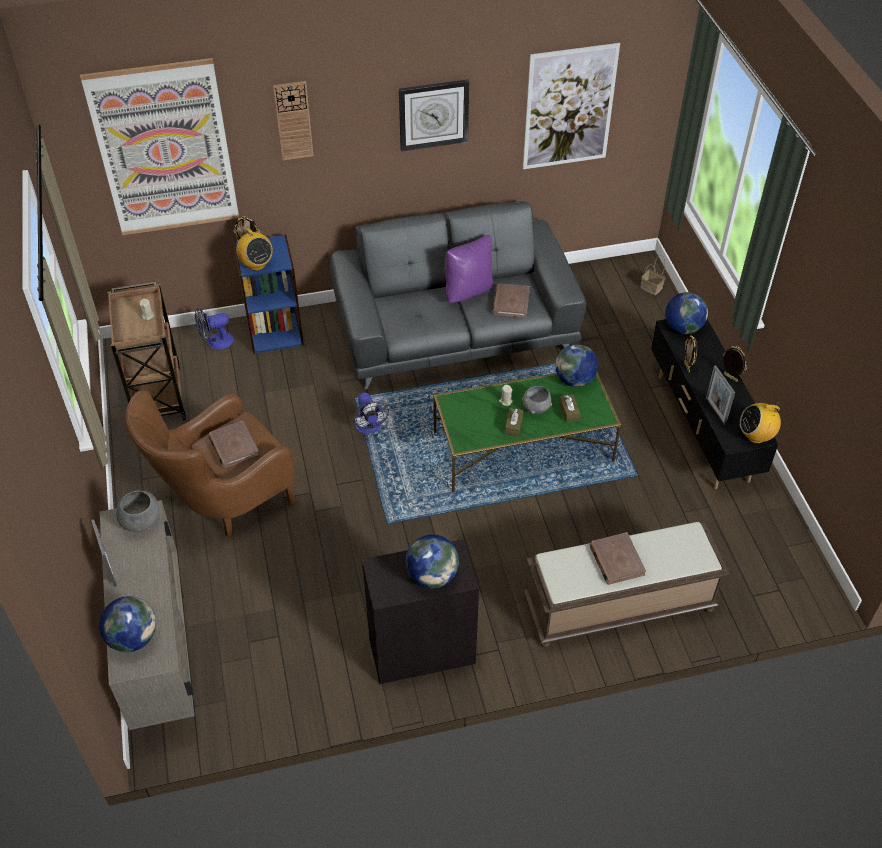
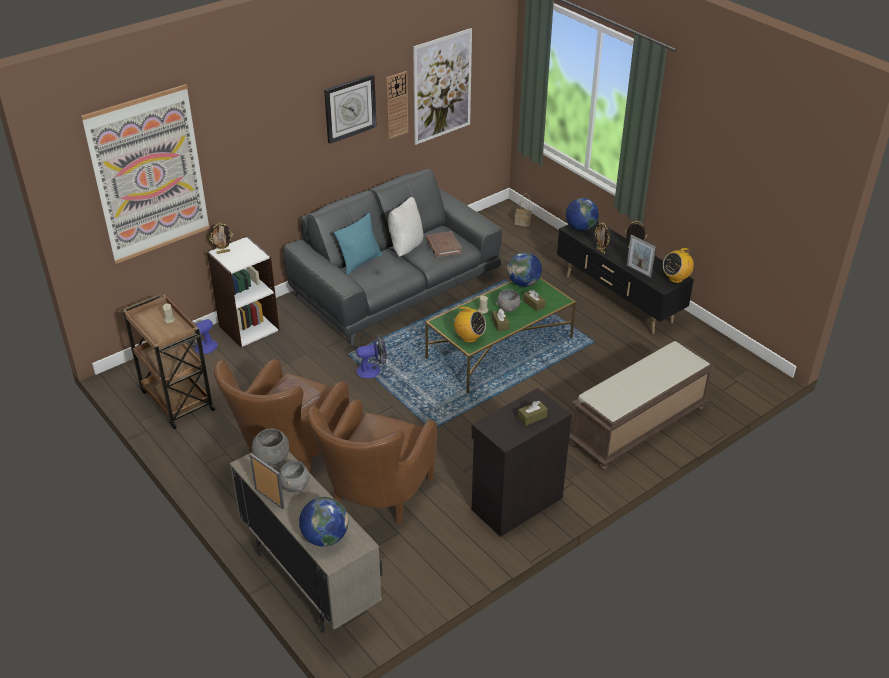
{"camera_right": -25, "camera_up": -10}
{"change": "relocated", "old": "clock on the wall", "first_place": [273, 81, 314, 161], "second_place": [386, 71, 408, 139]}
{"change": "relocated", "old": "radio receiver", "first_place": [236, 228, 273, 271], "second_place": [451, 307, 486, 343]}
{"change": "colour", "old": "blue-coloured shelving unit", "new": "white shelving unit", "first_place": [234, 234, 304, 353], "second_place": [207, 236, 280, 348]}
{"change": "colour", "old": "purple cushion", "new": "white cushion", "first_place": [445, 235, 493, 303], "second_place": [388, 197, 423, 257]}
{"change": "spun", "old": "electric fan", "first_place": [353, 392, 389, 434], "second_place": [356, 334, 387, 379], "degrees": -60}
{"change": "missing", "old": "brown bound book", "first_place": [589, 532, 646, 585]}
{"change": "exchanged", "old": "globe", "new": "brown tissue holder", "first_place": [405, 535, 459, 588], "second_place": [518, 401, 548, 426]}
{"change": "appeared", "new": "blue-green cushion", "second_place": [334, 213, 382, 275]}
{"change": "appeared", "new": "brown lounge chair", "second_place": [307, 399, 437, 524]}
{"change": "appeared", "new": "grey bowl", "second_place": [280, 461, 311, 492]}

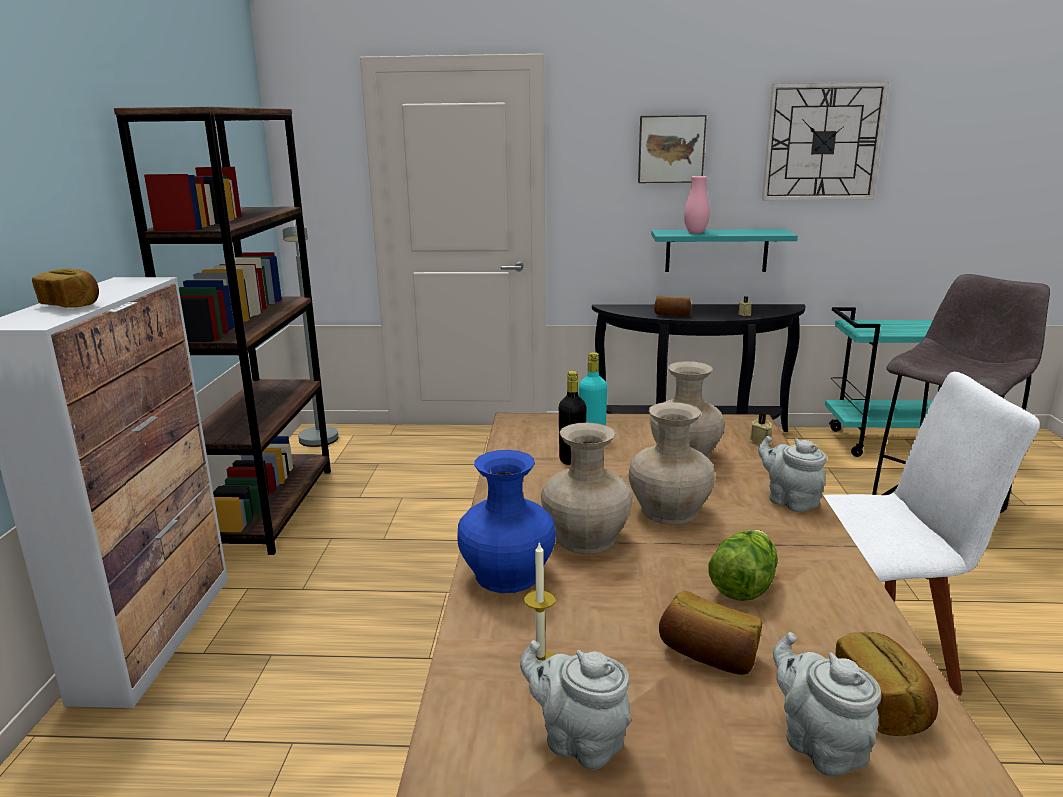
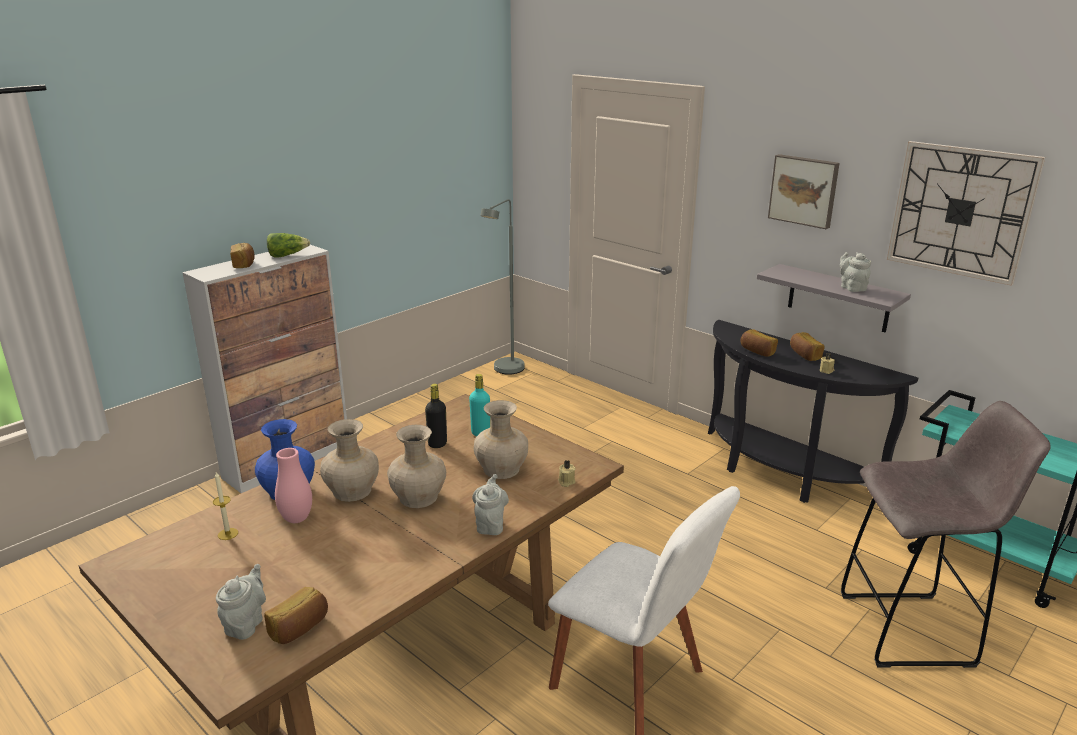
{"camera_right": 40, "camera_up": 5}
{"change": "missing", "old": "brown shelving unit", "first_place": [114, 107, 331, 555]}
{"change": "relocated", "old": "pink vase", "first_place": [684, 176, 710, 234], "second_place": [275, 448, 312, 523]}
{"change": "colour", "old": "blue-green wall shelf", "new": "grey wall shelf", "first_place": [651, 229, 798, 272], "second_place": [757, 264, 911, 333]}
{"change": "relocated", "old": "lettuce head", "first_place": [708, 530, 778, 601], "second_place": [267, 233, 310, 258]}
{"change": "relocated", "old": "bread", "first_place": [659, 591, 762, 675], "second_place": [790, 332, 825, 361]}
{"change": "relocated", "old": "grey tea pot", "first_place": [520, 640, 631, 770], "second_place": [840, 252, 871, 292]}

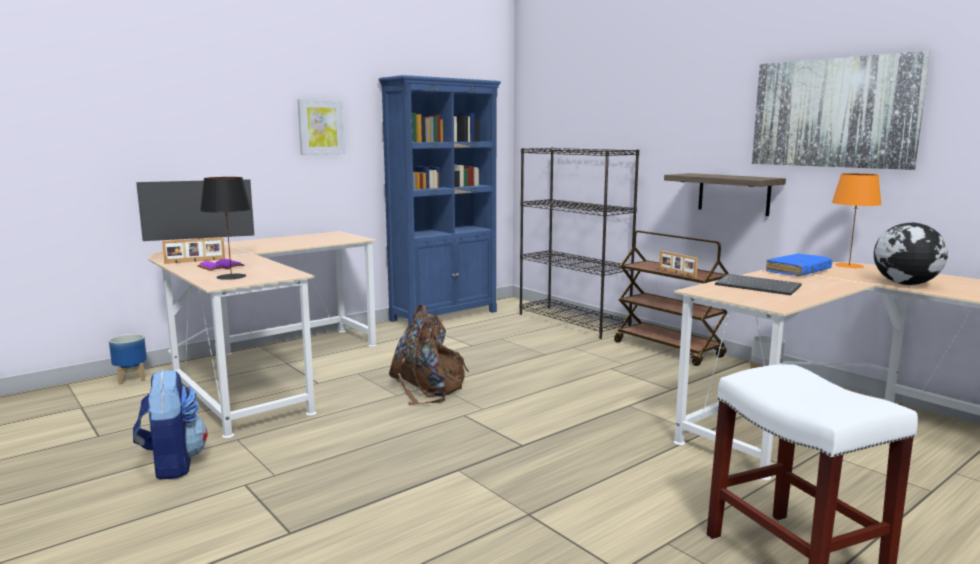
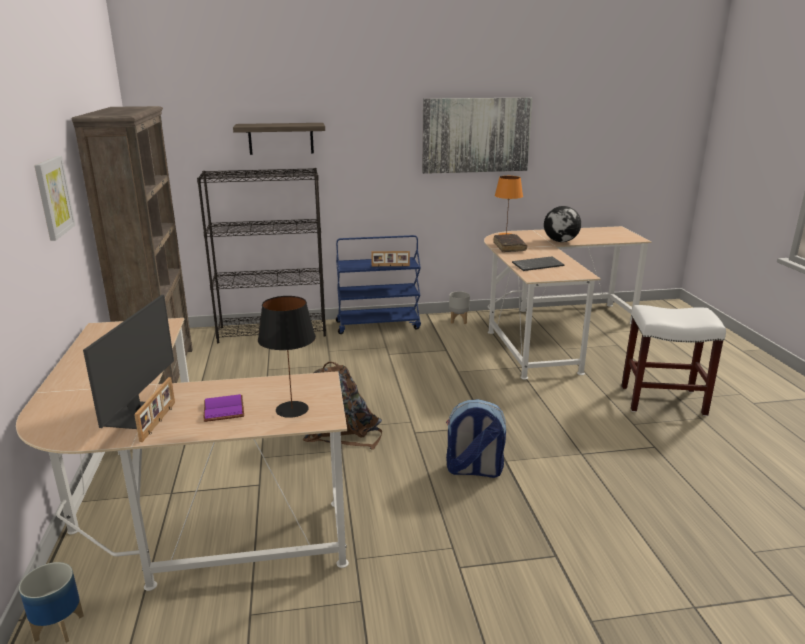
{"camera_right": -60, "camera_up": 10}
{"change": "colour", "old": "blue-coloured shelving unit", "new": "brown shelving unit", "first_place": [378, 75, 501, 326], "second_place": [72, 106, 193, 384]}
{"change": "relocated", "old": "wall shelf", "first_place": [664, 173, 786, 216], "second_place": [233, 123, 325, 155]}
{"change": "colour", "old": "brown cart", "new": "blue-coloured cart", "first_place": [614, 231, 729, 366], "second_place": [336, 235, 421, 334]}
{"change": "colour", "old": "blue-coloured bound book", "new": "brown bound book", "first_place": [766, 253, 833, 276], "second_place": [493, 234, 527, 252]}
{"change": "relocated", "old": "backpack", "first_place": [133, 369, 207, 479], "second_place": [446, 399, 506, 478]}

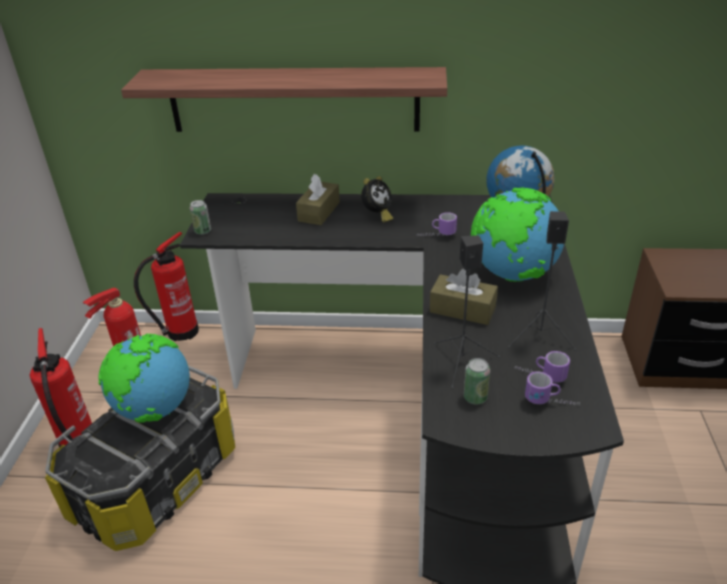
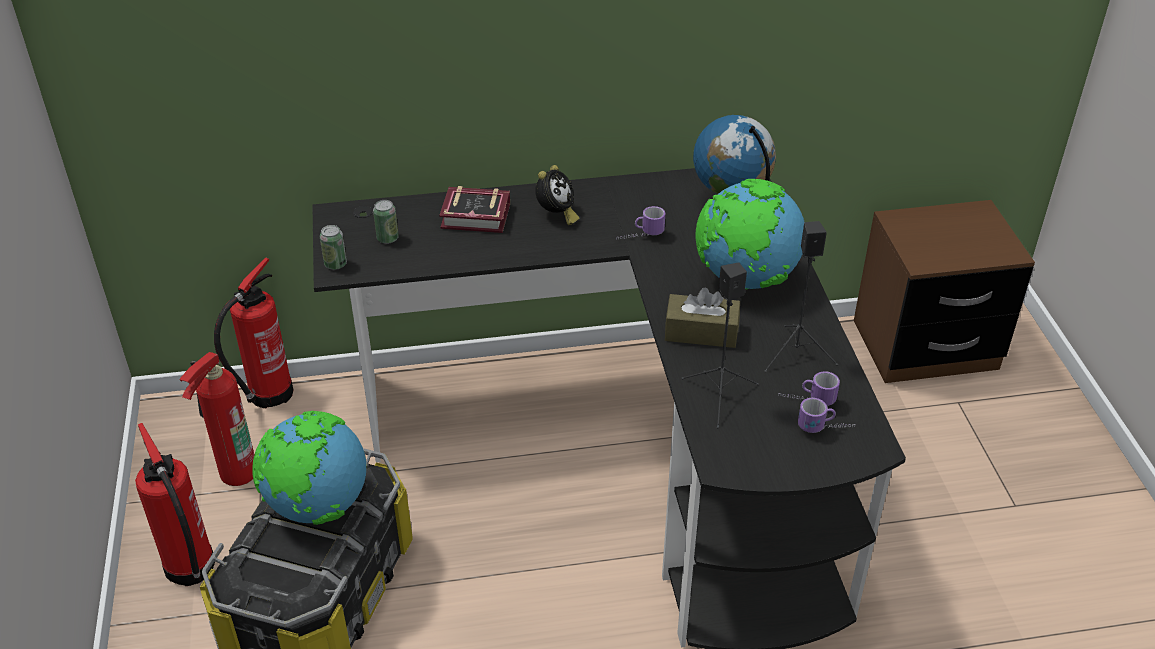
{"camera_right": -15, "camera_up": 5}
{"change": "missing", "old": "wall shelf", "first_place": [121, 67, 447, 132]}
{"change": "exchanged", "old": "brown tissue holder", "new": "bound book", "first_place": [296, 174, 340, 225], "second_place": [439, 186, 510, 233]}
{"change": "relocated", "old": "metal can", "first_place": [464, 358, 490, 404], "second_place": [373, 200, 399, 244]}

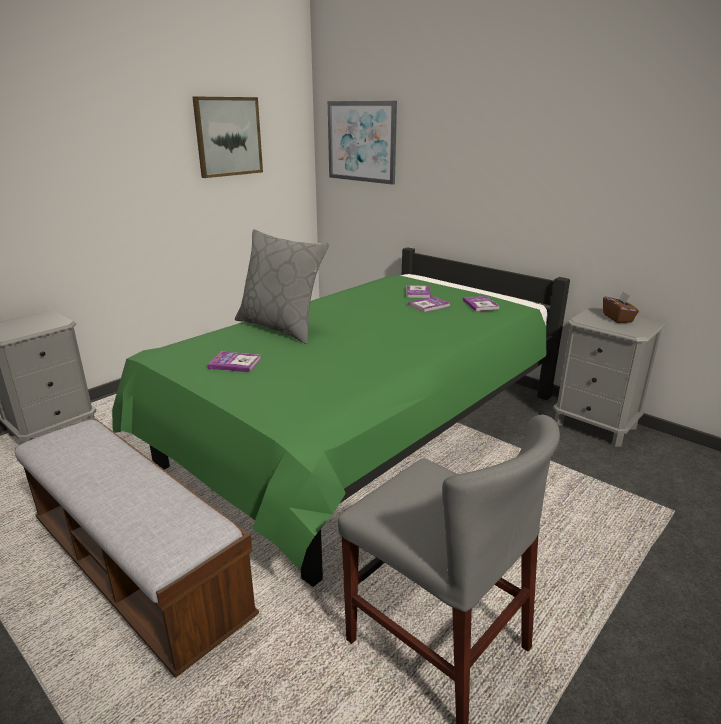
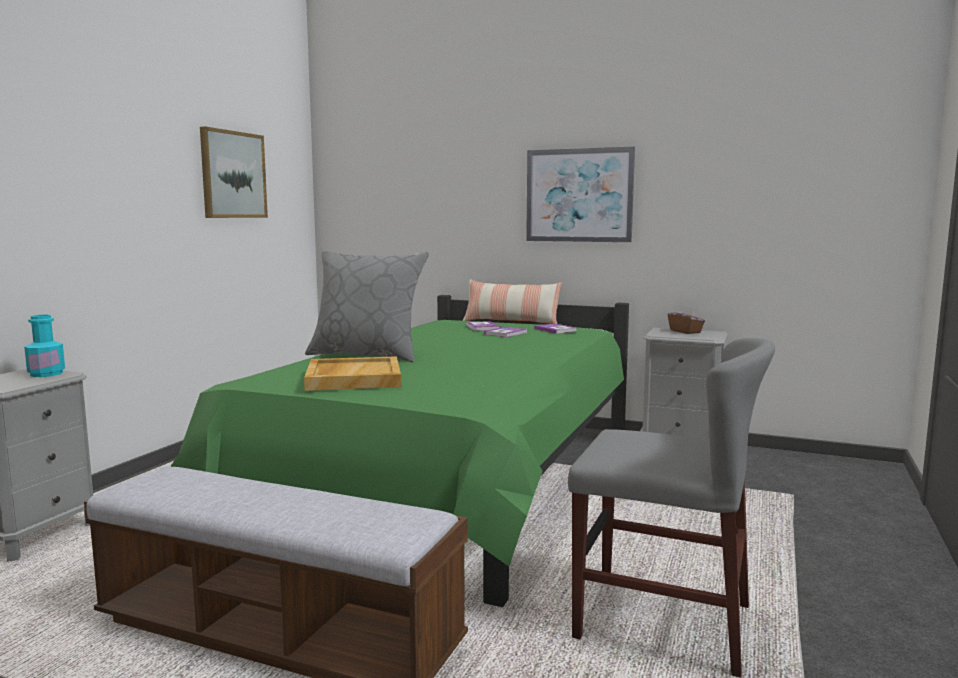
{"camera_right": -20, "camera_up": -15}
{"change": "relocated", "old": "wall picture", "first_place": [328, 101, 397, 185], "second_place": [526, 146, 635, 242]}
{"change": "exchanged", "old": "bound book", "new": "beige tray", "first_place": [207, 352, 261, 372], "second_place": [304, 356, 401, 391]}
{"change": "appeared", "new": "cushion", "second_place": [463, 279, 562, 324]}
{"change": "appeared", "new": "blue-green drink bottle", "second_place": [24, 314, 65, 377]}

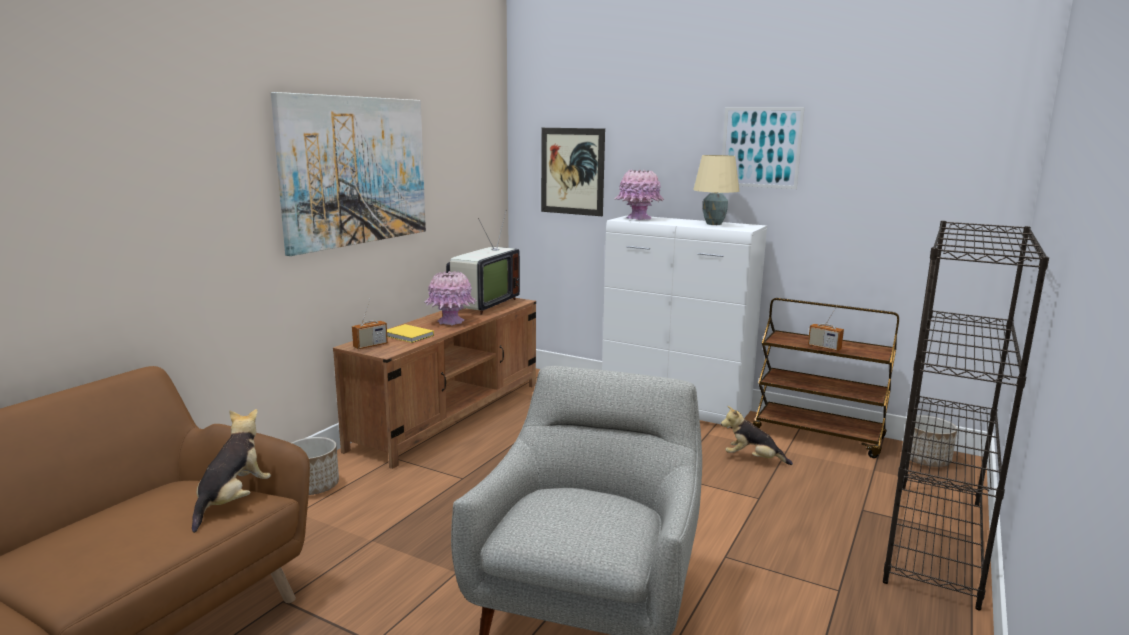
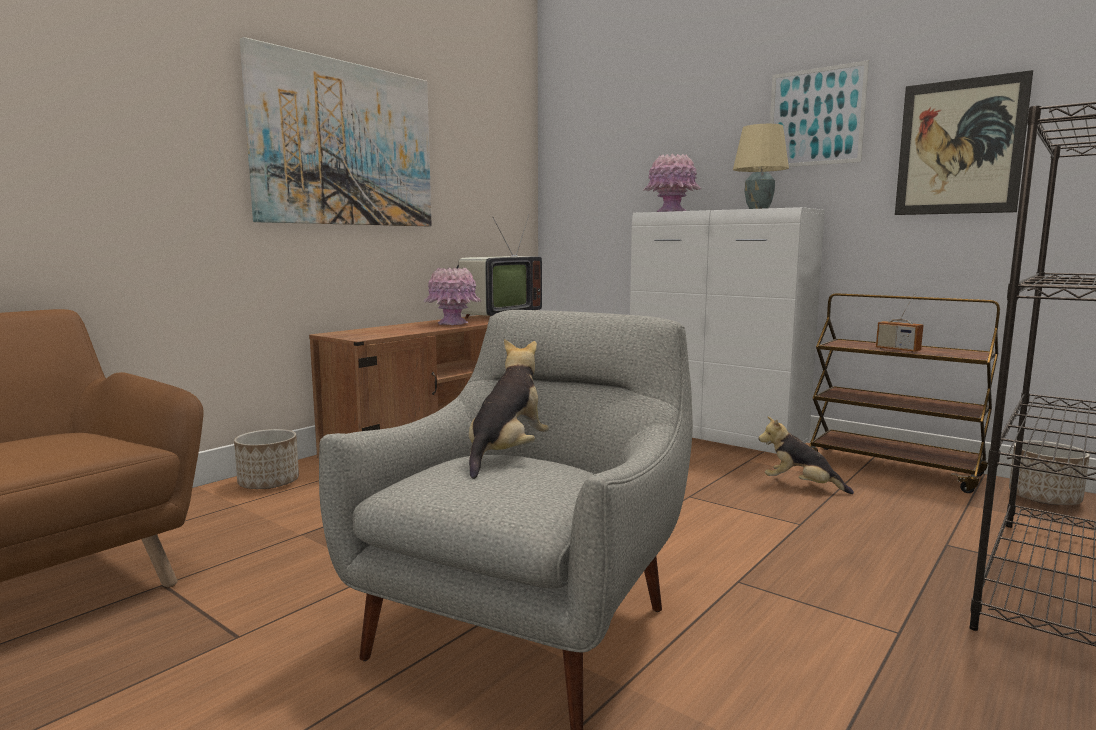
{"camera_right": 10, "camera_up": -5}
{"change": "relocated", "old": "wall picture", "first_place": [541, 128, 605, 216], "second_place": [895, 70, 1033, 215]}
{"change": "missing", "old": "radio receiver", "first_place": [352, 299, 388, 349]}
{"change": "missing", "old": "yellowish bound book", "first_place": [387, 324, 434, 343]}
{"change": "relocated", "old": "plush toy", "first_place": [192, 409, 271, 533], "second_place": [469, 339, 549, 479]}

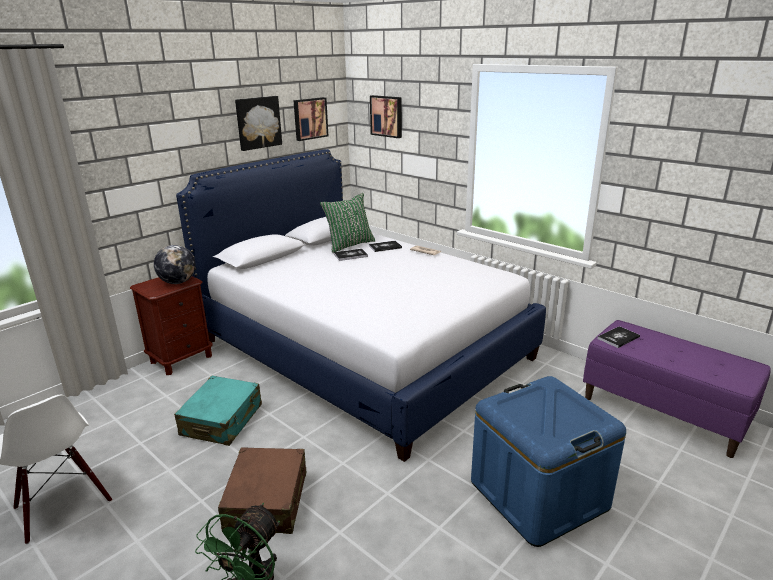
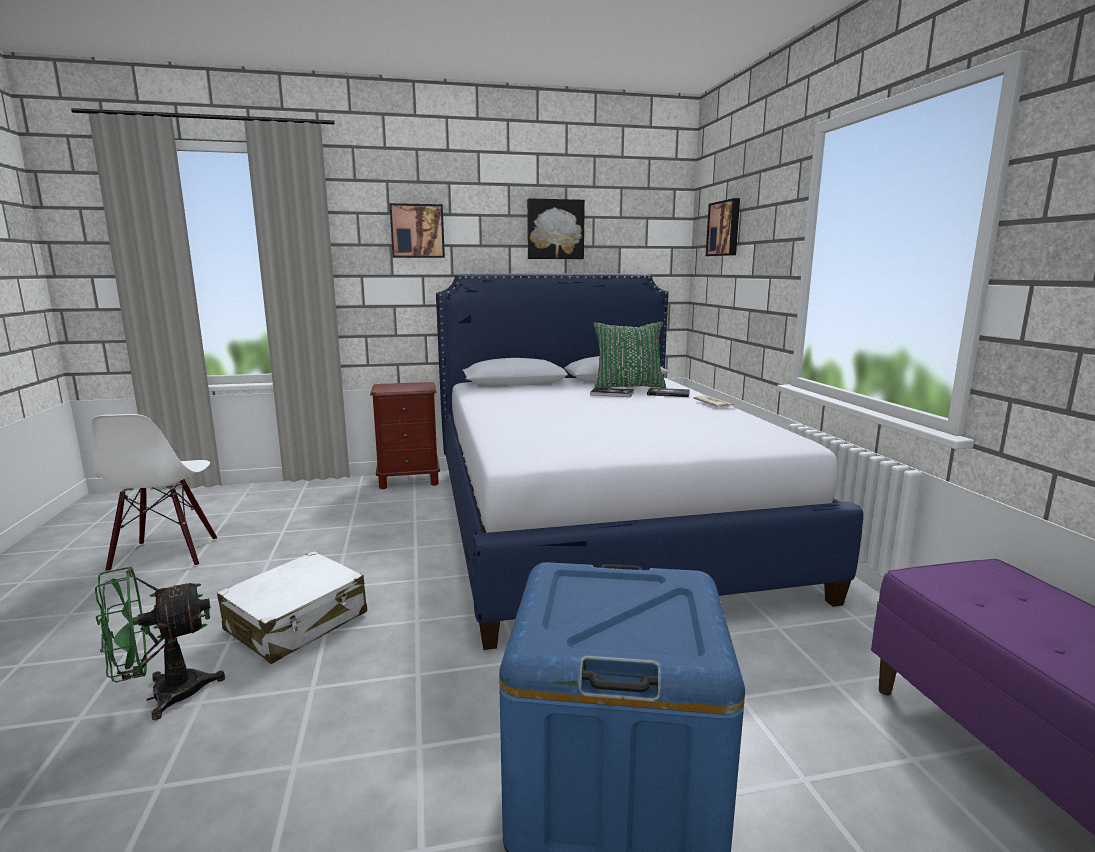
{"camera_right": 35, "camera_up": -10}
{"change": "relocated", "old": "wall picture", "first_place": [293, 97, 328, 141], "second_place": [389, 203, 445, 258]}
{"change": "missing", "old": "globe", "first_place": [154, 245, 196, 284]}
{"change": "missing", "old": "bound book", "first_place": [597, 326, 640, 348]}
{"change": "missing", "old": "blue-green travel case", "first_place": [174, 376, 262, 446]}
{"change": "colour", "old": "brown travel case", "new": "white travel case", "first_place": [218, 448, 306, 534], "second_place": [217, 551, 367, 664]}

